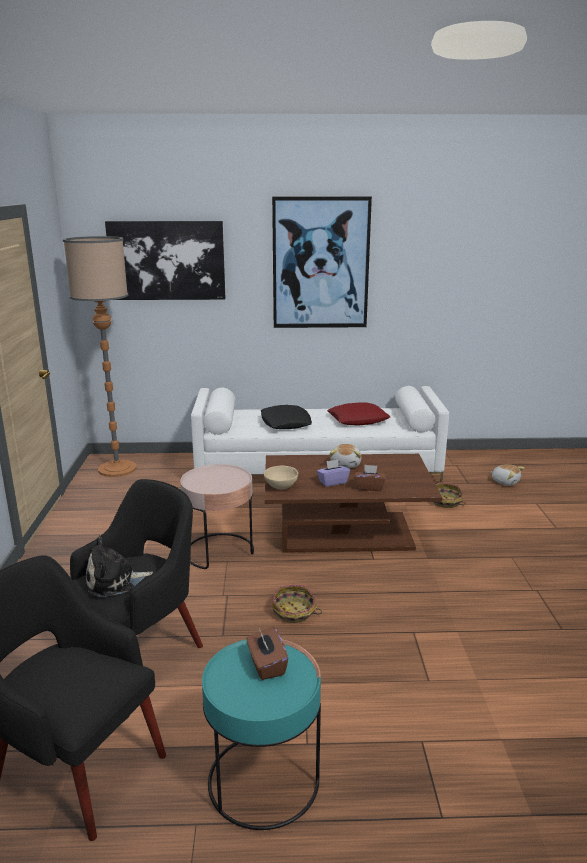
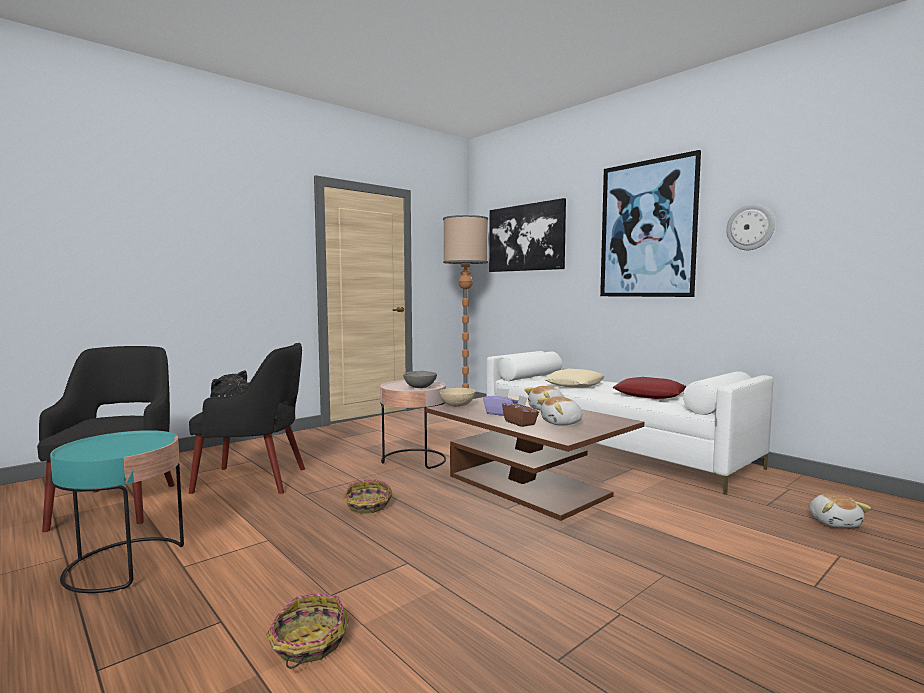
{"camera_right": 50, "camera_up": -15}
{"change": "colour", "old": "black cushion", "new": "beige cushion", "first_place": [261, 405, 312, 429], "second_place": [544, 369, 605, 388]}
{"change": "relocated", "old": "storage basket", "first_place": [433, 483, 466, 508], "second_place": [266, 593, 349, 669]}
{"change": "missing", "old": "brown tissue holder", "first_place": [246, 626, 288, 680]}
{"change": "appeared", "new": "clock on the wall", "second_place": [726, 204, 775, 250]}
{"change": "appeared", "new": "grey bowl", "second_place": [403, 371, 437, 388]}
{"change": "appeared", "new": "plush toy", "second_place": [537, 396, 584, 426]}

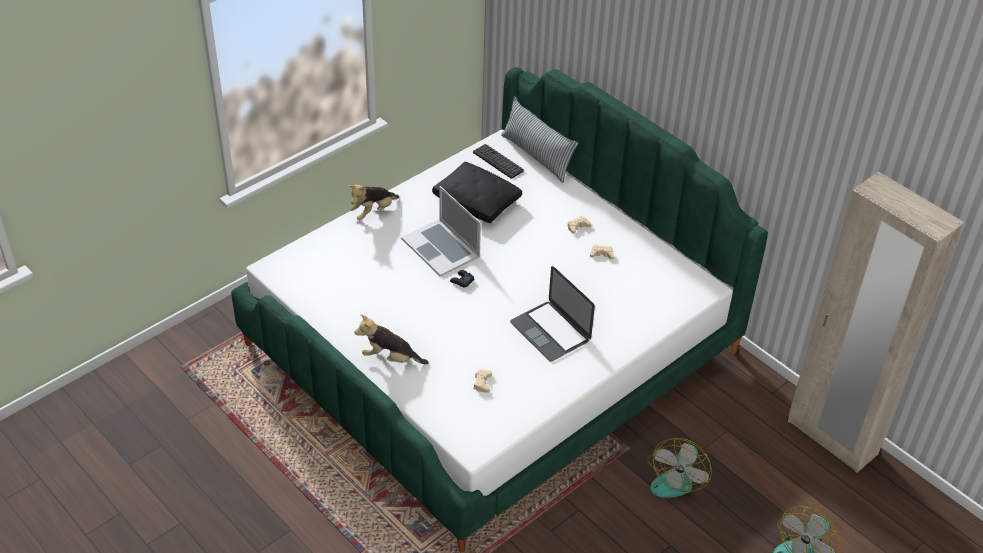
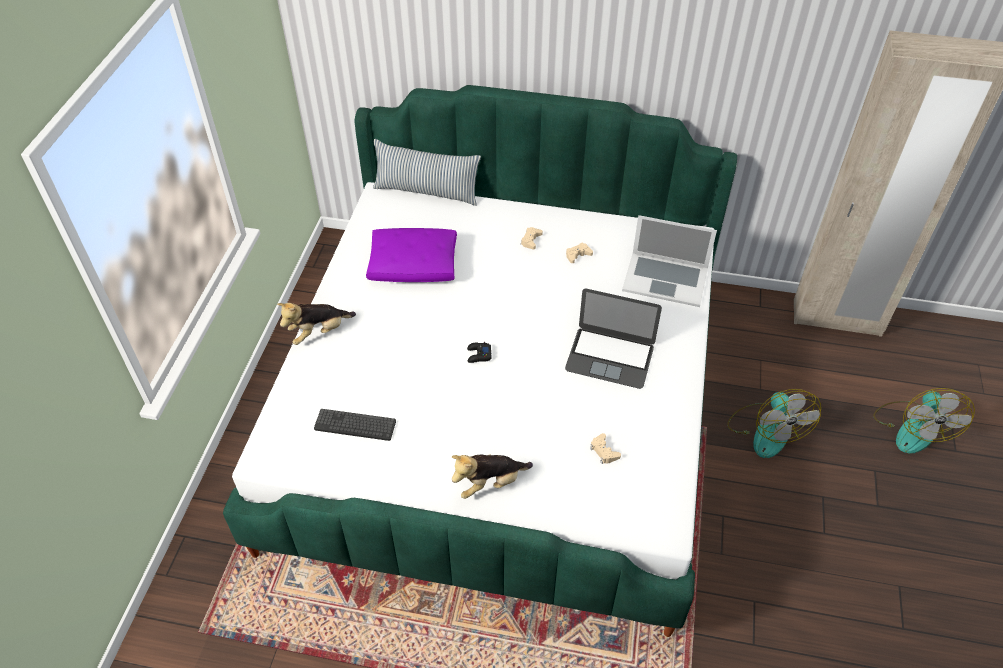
{"camera_right": -35, "camera_up": 5}
{"change": "relocated", "old": "keyboard", "first_place": [473, 144, 524, 179], "second_place": [314, 409, 396, 441]}
{"change": "colour", "old": "black cushion", "new": "purple cushion", "first_place": [432, 162, 522, 223], "second_place": [366, 228, 457, 282]}
{"change": "spun", "old": "plush toy", "first_place": [349, 185, 399, 220], "second_place": [277, 303, 356, 345], "degrees": 45}
{"change": "relocated", "old": "notebook computer", "first_place": [401, 186, 481, 277], "second_place": [622, 215, 717, 307]}

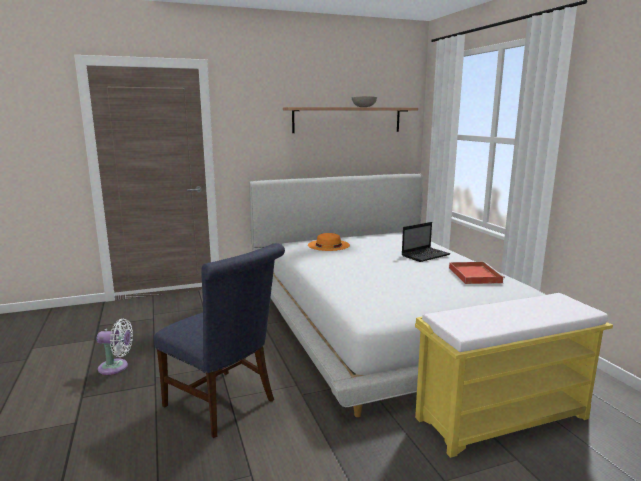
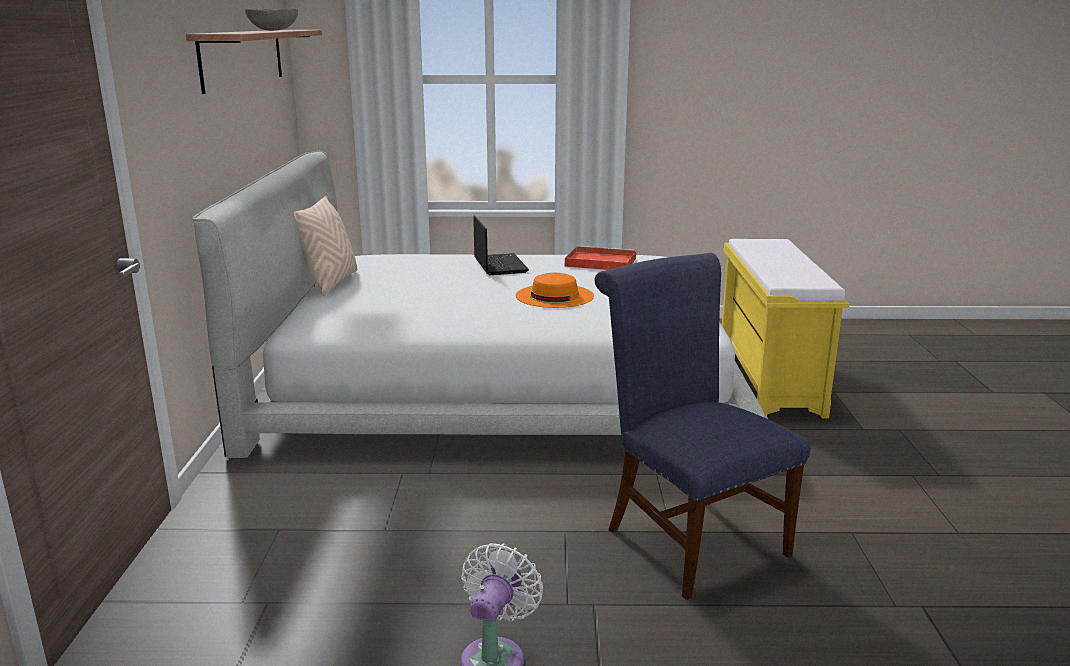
{"camera_right": -70, "camera_up": 5}
{"change": "relocated", "old": "orangey clothing hat", "first_place": [308, 233, 350, 251], "second_place": [516, 273, 594, 308]}
{"change": "spun", "old": "blue-coloured plain chair", "first_place": [154, 243, 285, 438], "second_place": [595, 253, 810, 600], "degrees": -90}
{"change": "appeared", "new": "beige cushion", "second_place": [294, 195, 357, 296]}

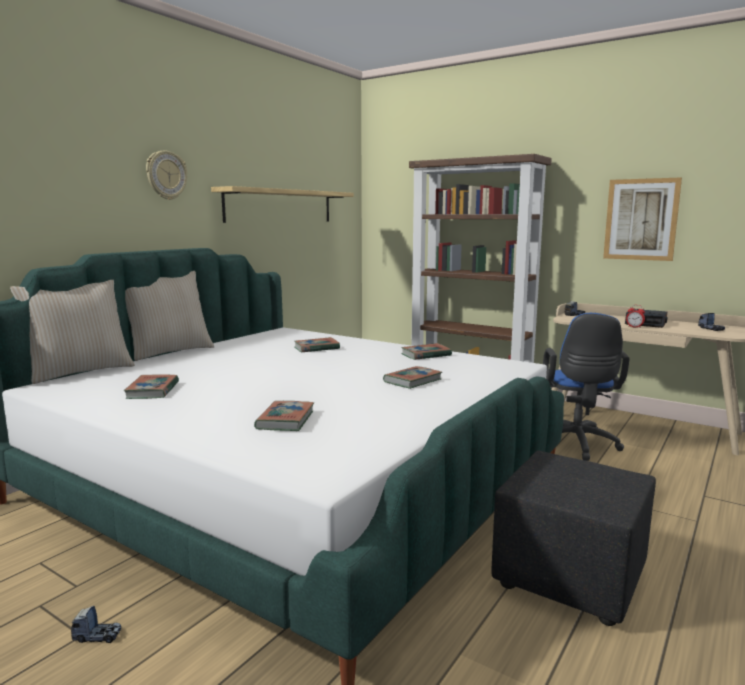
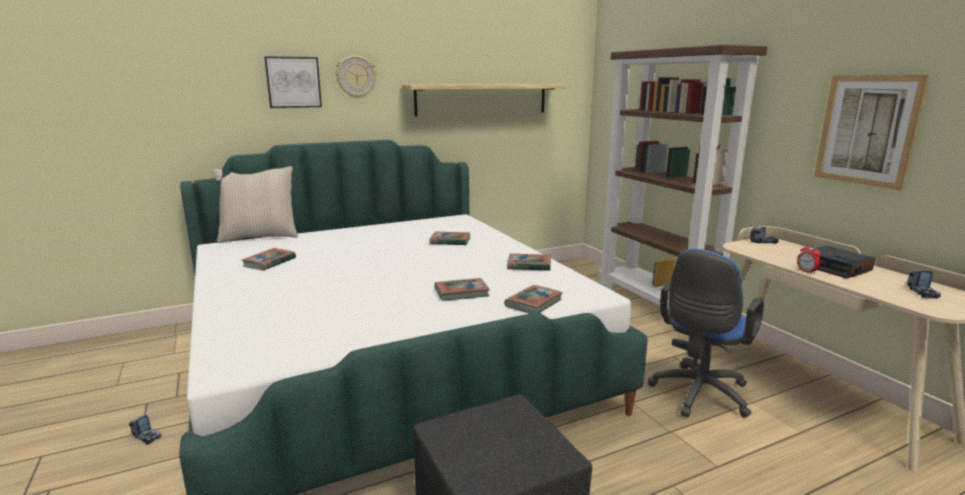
{"camera_right": 30, "camera_up": 5}
{"change": "missing", "old": "beige cushion", "first_place": [125, 271, 214, 361]}
{"change": "relocated", "old": "bound book", "first_place": [254, 401, 314, 431], "second_place": [504, 285, 563, 314]}
{"change": "appeared", "new": "wall picture", "second_place": [264, 56, 322, 108]}

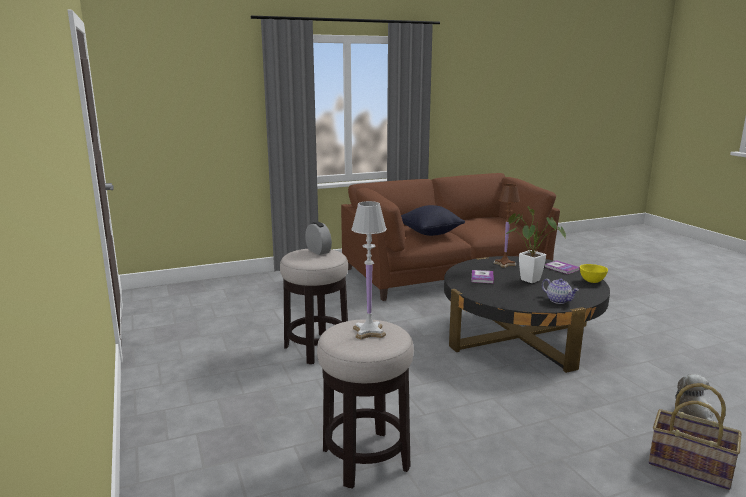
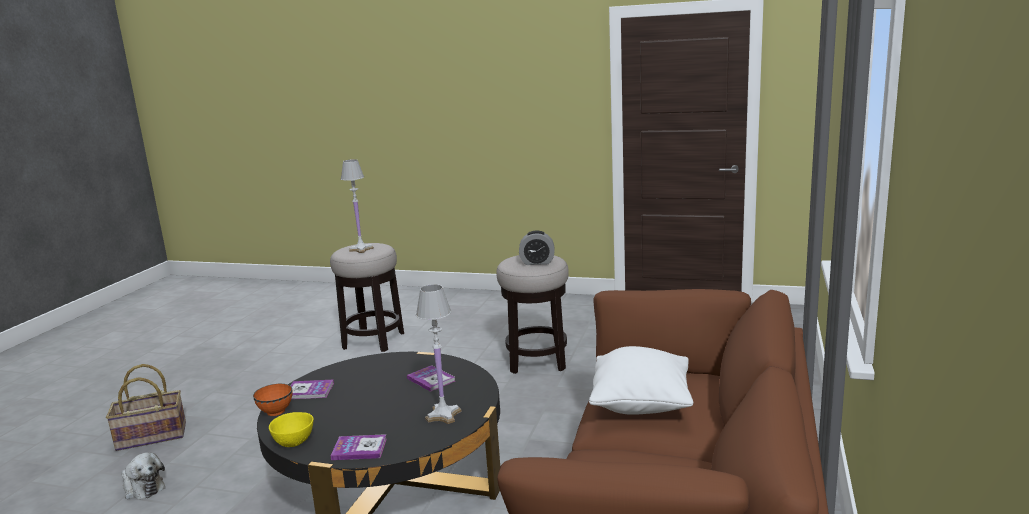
{"camera_right": 130, "camera_up": 0}
{"change": "colour", "old": "brown lamp for a table", "new": "white lamp for a table", "first_place": [494, 184, 520, 268], "second_place": [416, 284, 462, 424]}
{"change": "colour", "old": "black cushion", "new": "white cushion", "first_place": [401, 205, 465, 236], "second_place": [589, 346, 693, 415]}
{"change": "missing", "old": "plant in a pot", "first_place": [505, 206, 566, 283]}
{"change": "exchanged", "old": "tea pot", "new": "bound book", "first_place": [542, 278, 579, 304], "second_place": [291, 380, 334, 399]}
{"change": "appeared", "new": "orangey bowl", "second_place": [253, 384, 293, 416]}

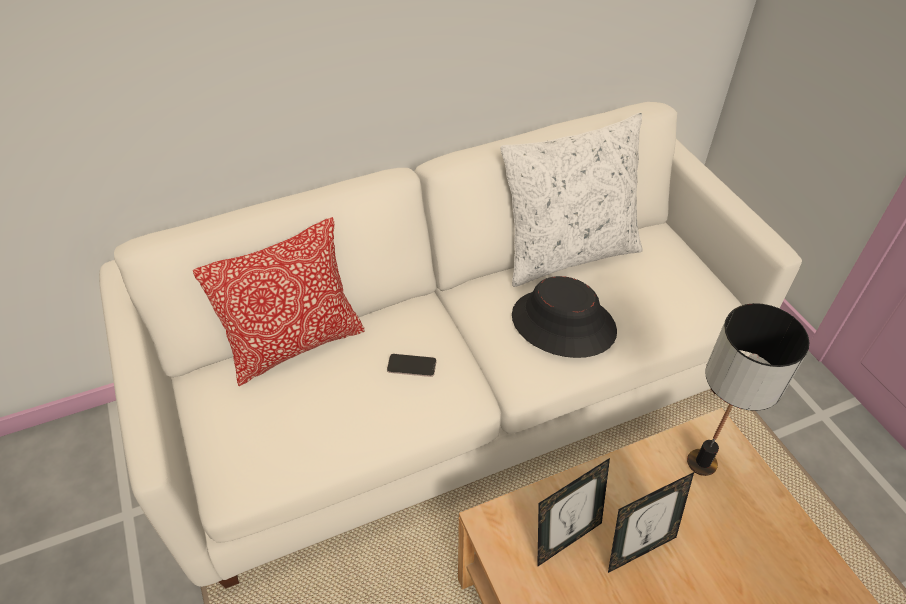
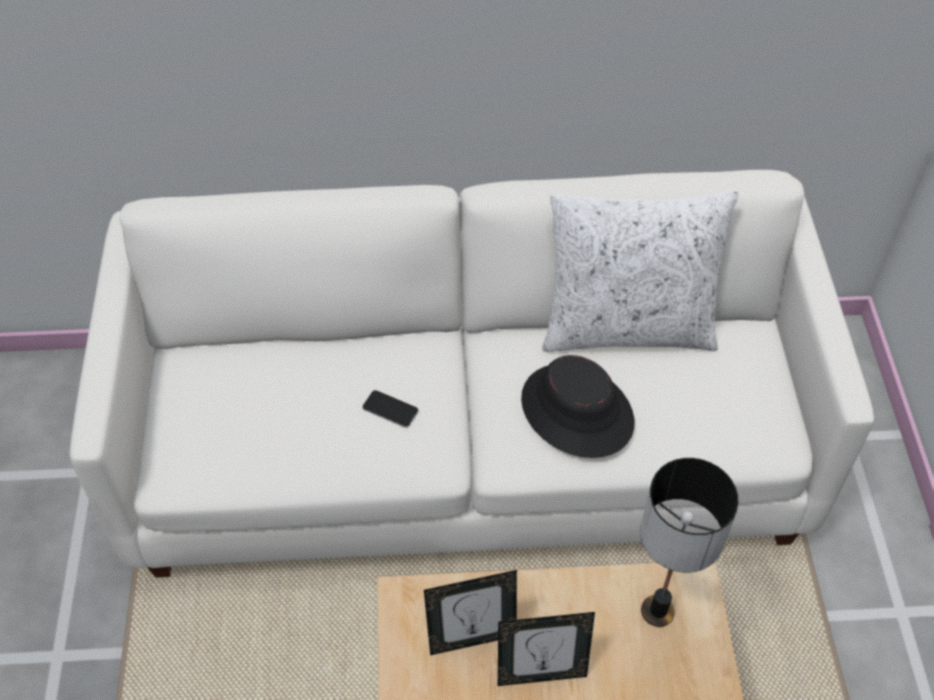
{"camera_right": 20, "camera_up": 5}
{"change": "missing", "old": "cushion", "first_place": [193, 217, 364, 386]}

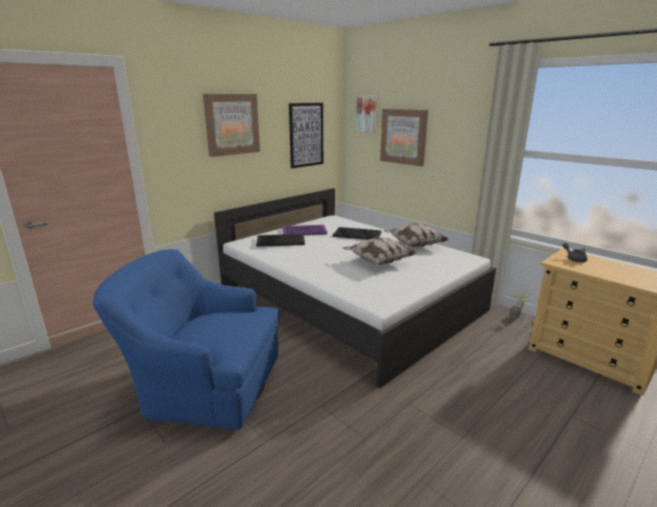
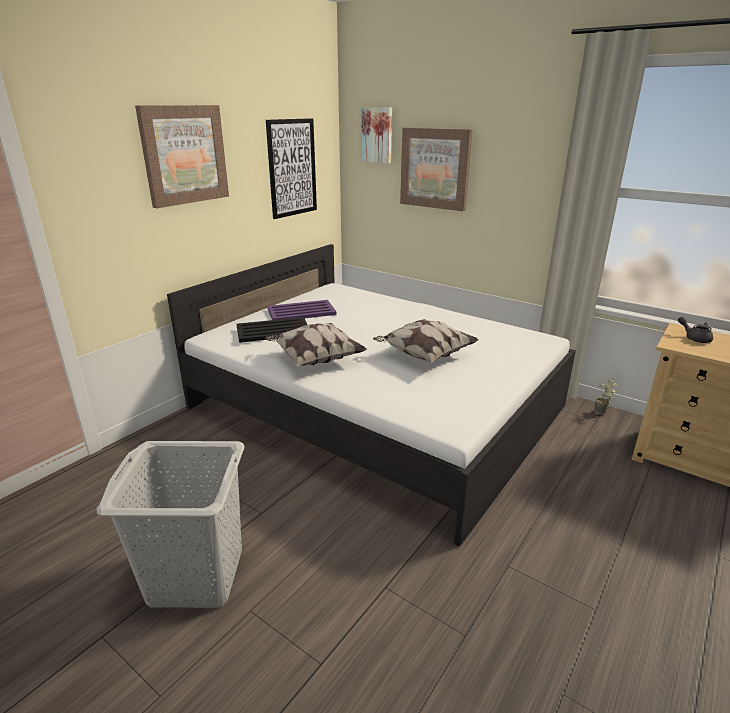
{"camera_right": -10, "camera_up": 5}
{"change": "relocated", "old": "cushion", "first_place": [384, 223, 449, 247], "second_place": [266, 323, 367, 366]}
{"change": "missing", "old": "black tray", "first_place": [333, 227, 381, 240]}
{"change": "exchanged", "old": "blue-coloured lounge chair", "new": "grey laundry basket", "first_place": [93, 249, 279, 430], "second_place": [97, 441, 245, 608]}

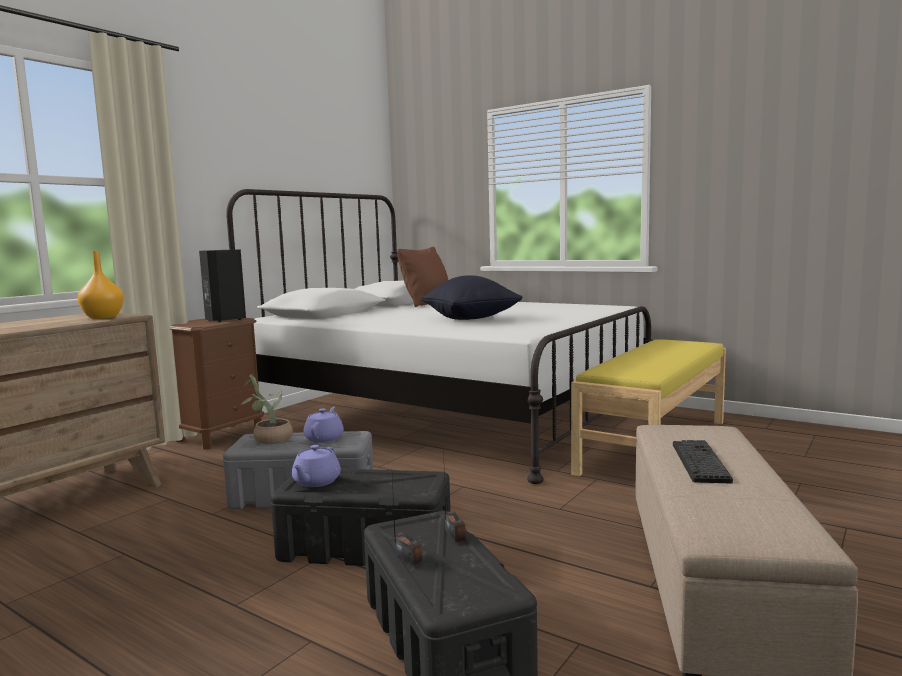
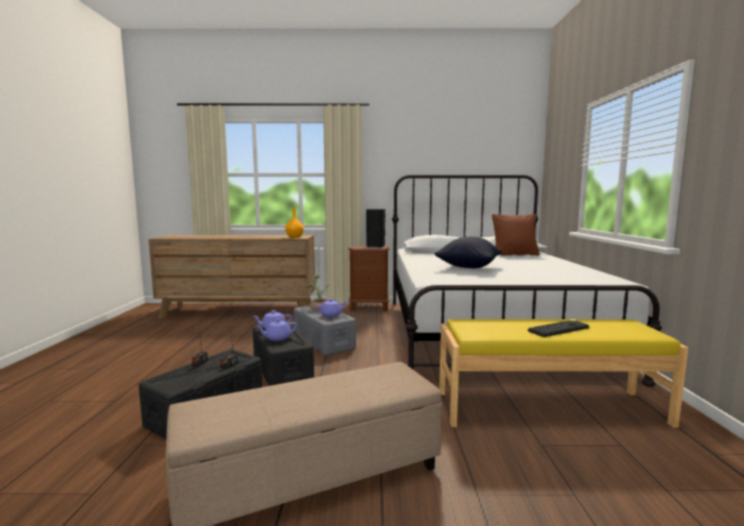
{"camera_right": 55, "camera_up": 0}
{"change": "relocated", "old": "keyboard", "first_place": [673, 440, 733, 483], "second_place": [528, 321, 589, 337]}
{"change": "appeared", "new": "purple tea pot", "second_place": [257, 318, 297, 341]}

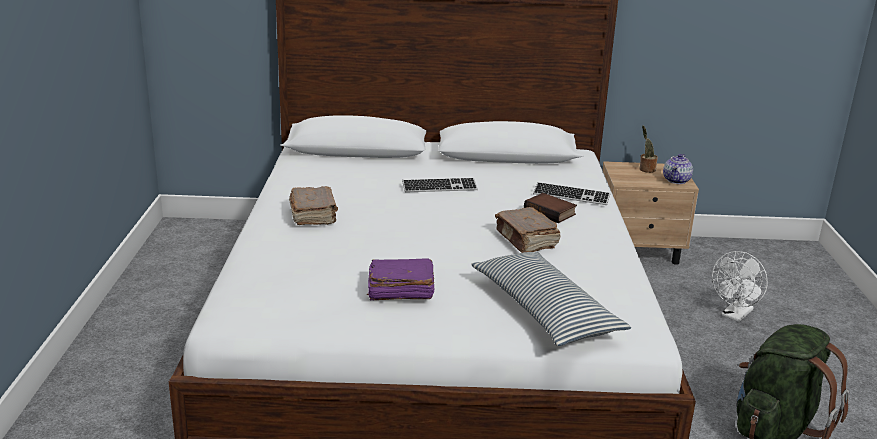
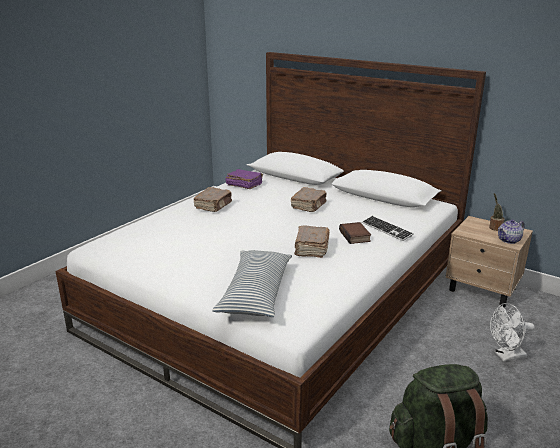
{"camera_right": 35, "camera_up": 0}
{"change": "exchanged", "old": "keyboard", "new": "brown bound book", "first_place": [402, 178, 478, 193], "second_place": [291, 187, 327, 212]}
{"change": "relocated", "old": "purple bound book", "first_place": [367, 258, 434, 300], "second_place": [226, 169, 263, 189]}

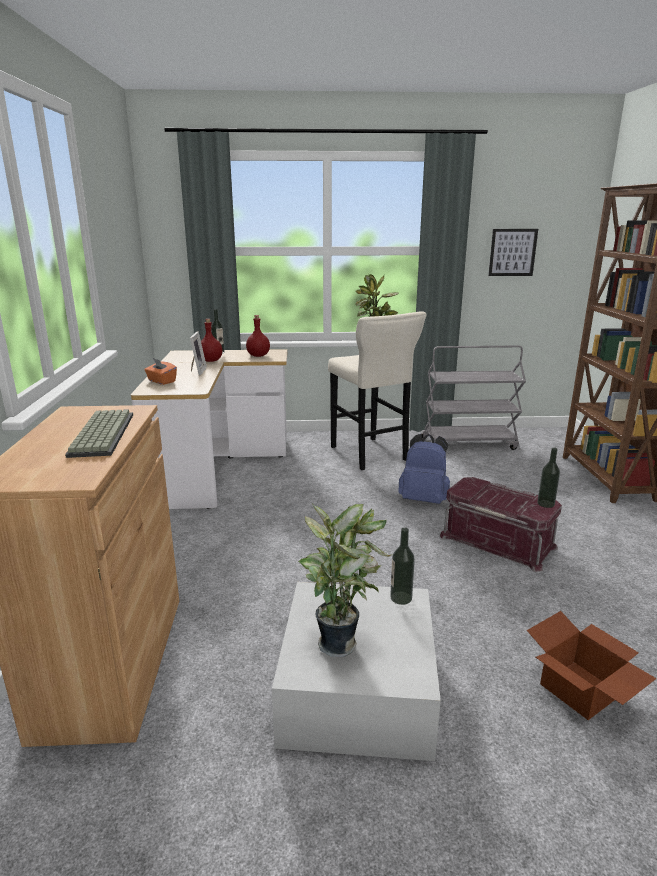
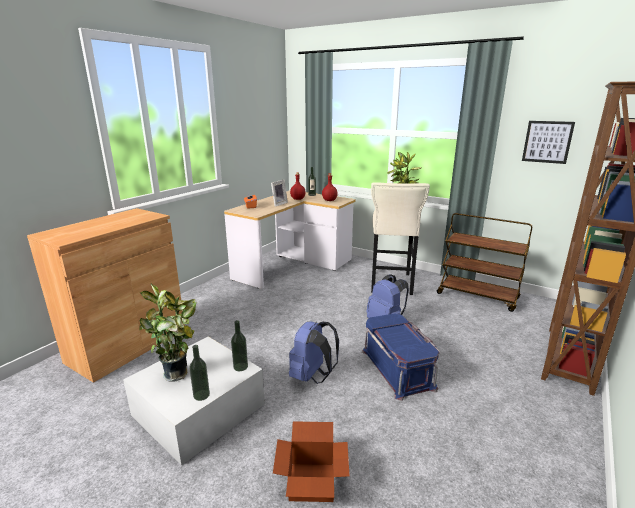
{"camera_right": 35, "camera_up": 0}
{"change": "colour", "old": "grey cart", "new": "brown cart", "first_place": [421, 345, 526, 450], "second_place": [437, 213, 532, 312]}
{"change": "missing", "old": "keyboard", "first_place": [65, 409, 133, 458]}
{"change": "relocated", "old": "drink bottle", "first_place": [537, 447, 560, 508], "second_place": [189, 345, 210, 401]}
{"change": "colour", "old": "red-coloured storage box", "new": "blue-coloured storage box", "first_place": [440, 477, 562, 572], "second_place": [362, 313, 440, 401]}
{"change": "appeared", "new": "blue-coloured backpack", "second_place": [289, 322, 339, 384]}

